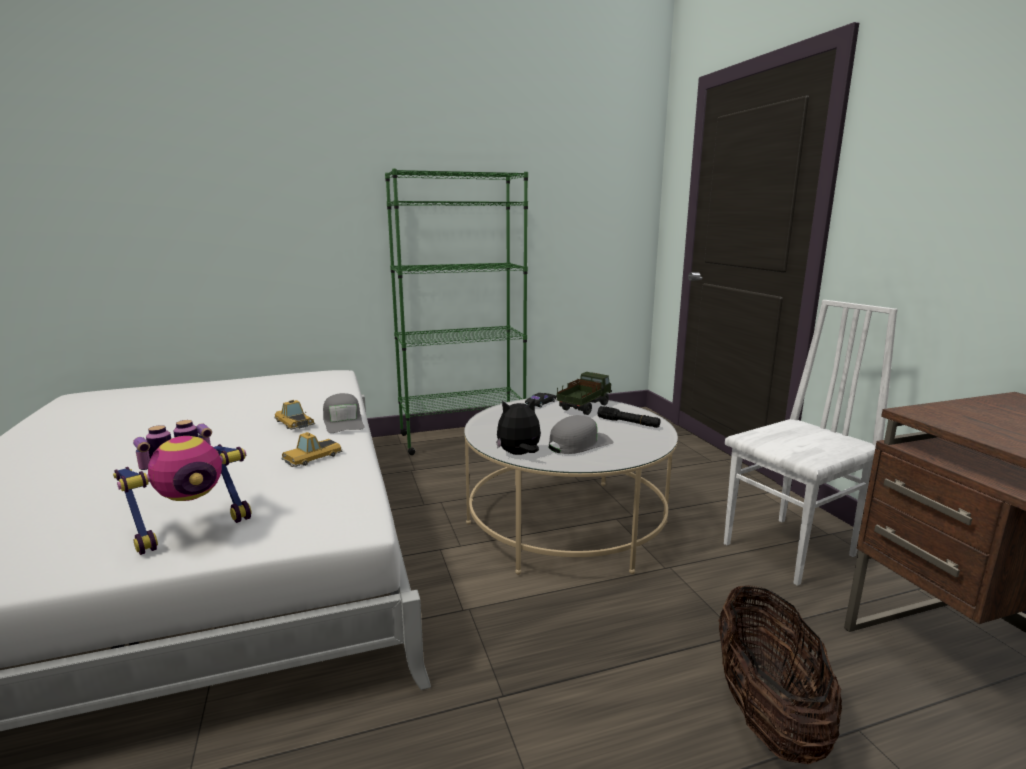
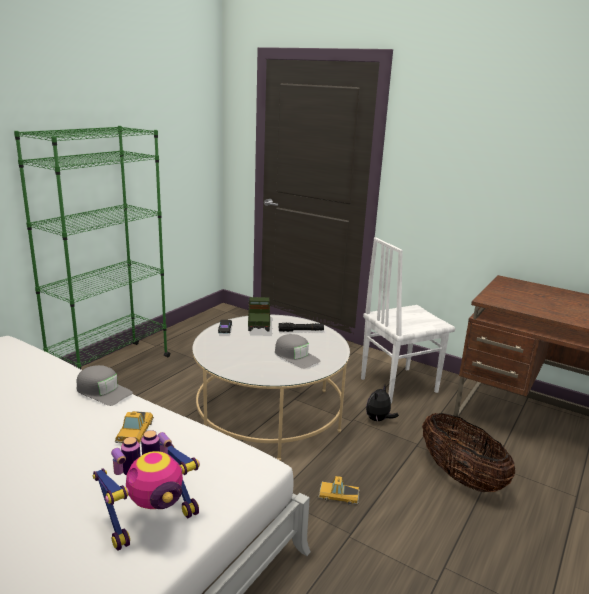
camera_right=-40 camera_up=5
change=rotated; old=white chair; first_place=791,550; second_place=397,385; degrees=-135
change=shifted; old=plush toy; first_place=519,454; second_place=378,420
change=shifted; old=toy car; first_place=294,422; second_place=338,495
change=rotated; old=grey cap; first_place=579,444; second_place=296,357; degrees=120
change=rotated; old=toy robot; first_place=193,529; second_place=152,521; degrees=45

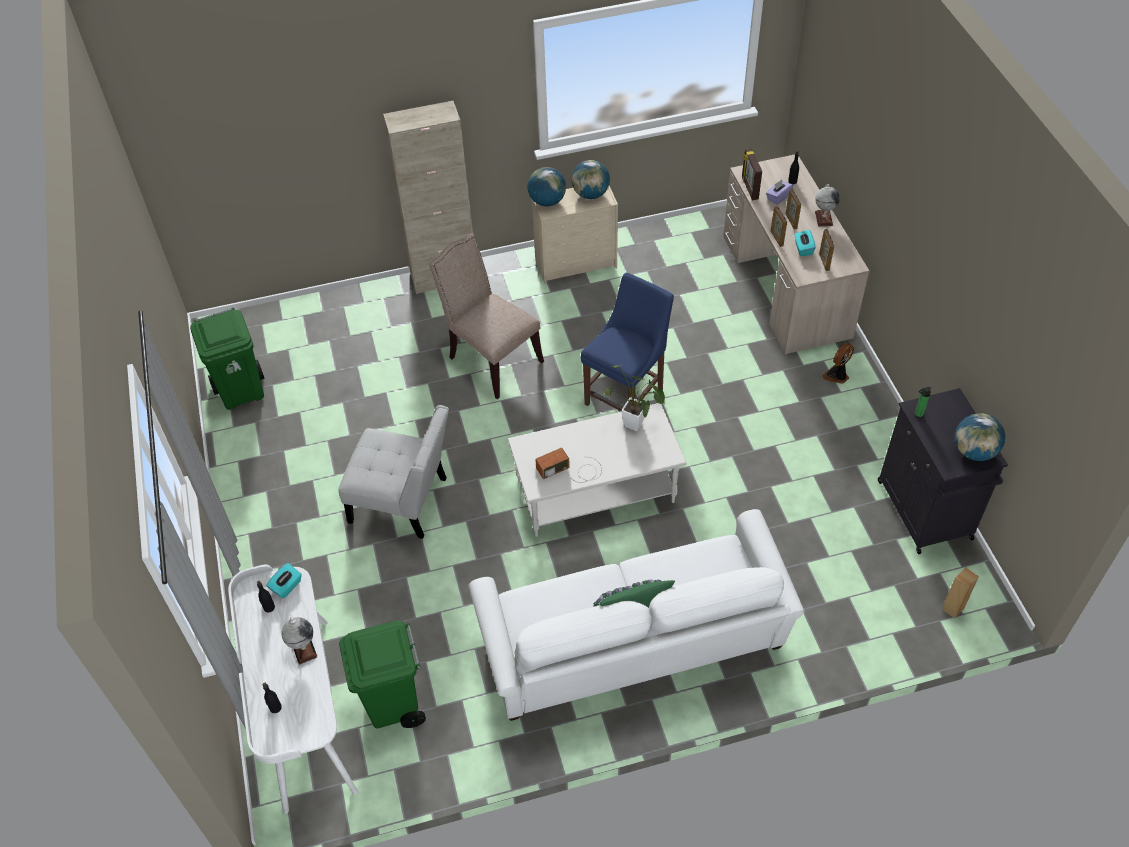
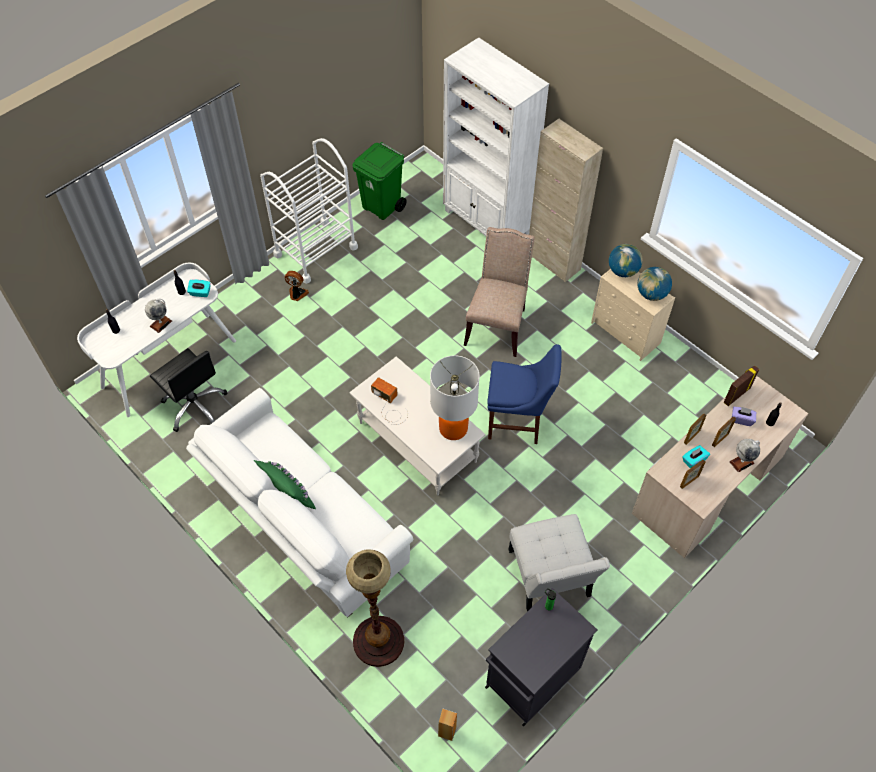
camera_right=60 camera_up=5
change=shifted; old=fan; first_place=837,376; second_place=297,294
change=swapped; old=potted plant; new=table lamp; first_place=637,426; second_place=453,428
change=shifted; old=white chair; first_place=404,502; second_place=550,578
change=gone; old=globe; first_place=974,451
change=swapped; old=green trash can; new=black office chair; first_place=394,704; second_place=195,405
change=new; new=white bookcase; second_place=487,223
change=new; new=white cart; second_place=315,251
change=new; new=floor lamp; second_place=378,641

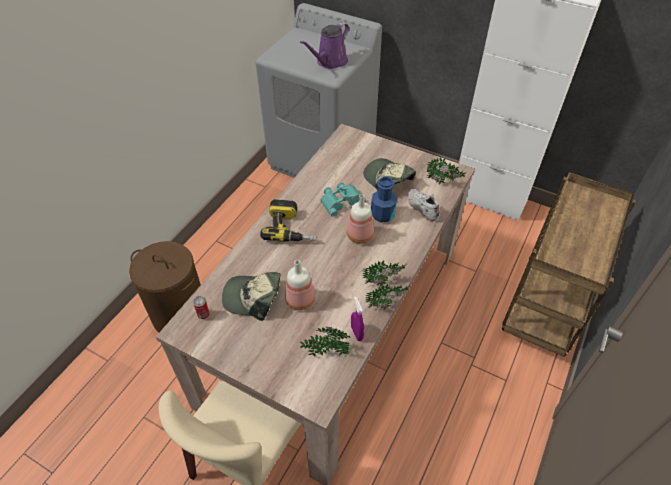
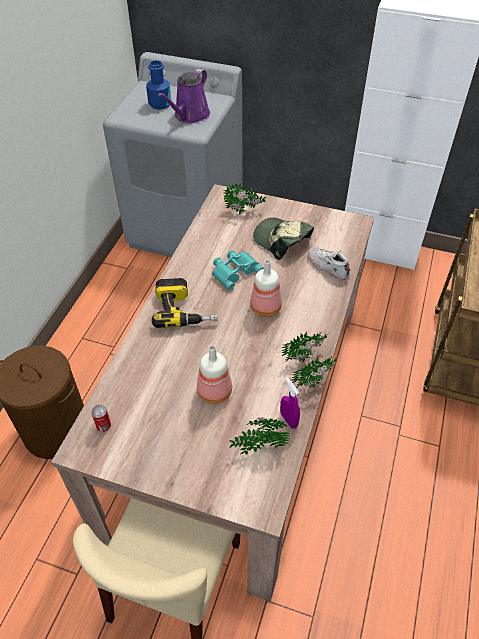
camera_right=-10 camera_up=0
change=shifted; old=potted plant; first_place=443,183; second_place=244,212
change=shifted; old=blue bottle; first_place=382,214; second_place=160,104
change=gone; old=cap; first_place=253,297

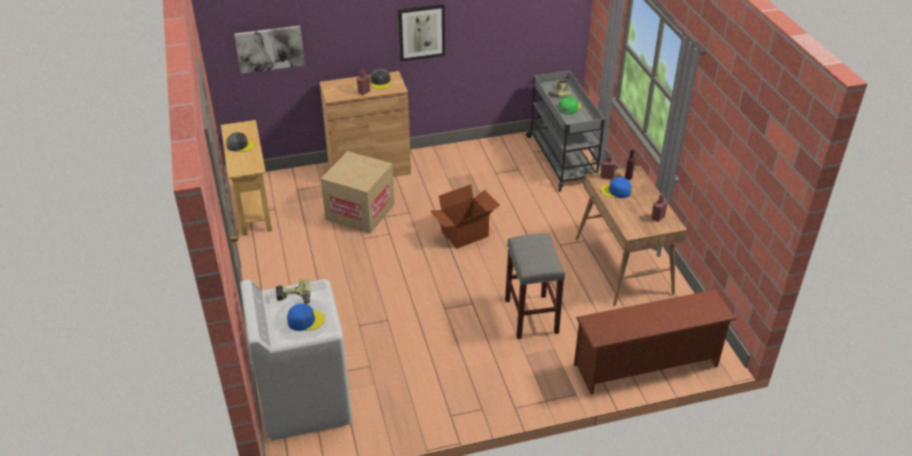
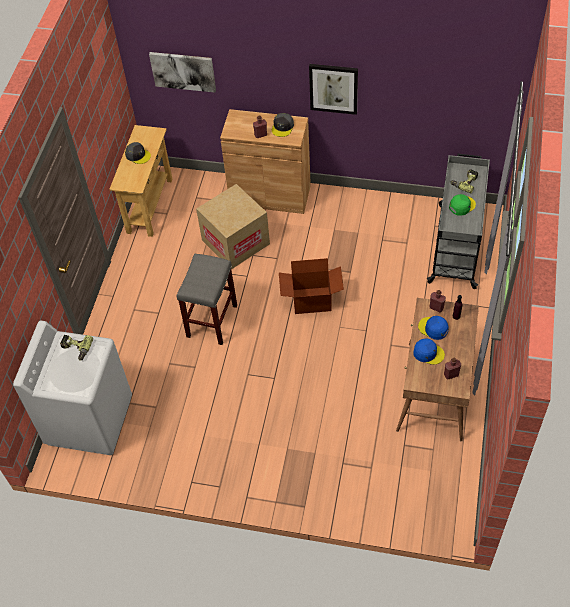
camera_right=30 camera_up=15
change=shifted; old=grey stool; first_place=530,316; second_place=212,320
change=gone; old=brown shoe rack; first_place=646,366
change=shifted; old=blue cap; first_place=305,320; second_place=428,353

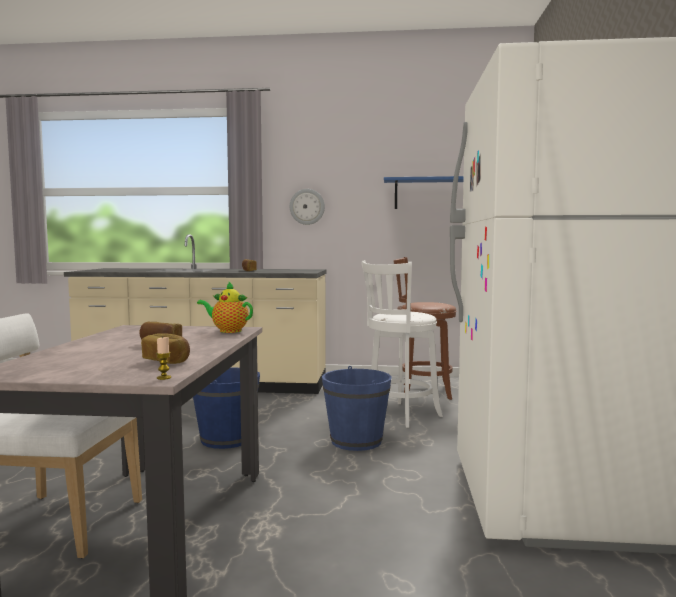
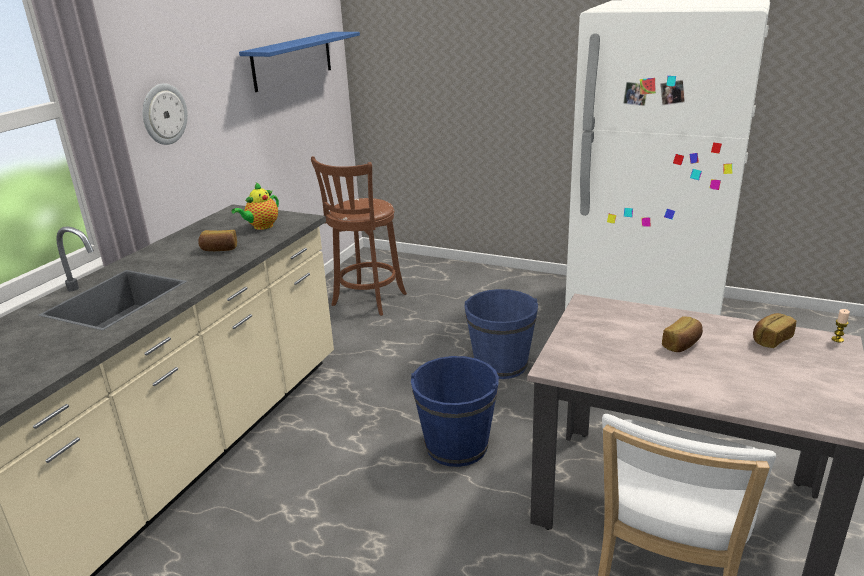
camera_right=-70 camera_up=20
change=gone; old=white stool; first_place=400,415
change=shifted; old=teapot; first_place=228,331; second_place=261,227

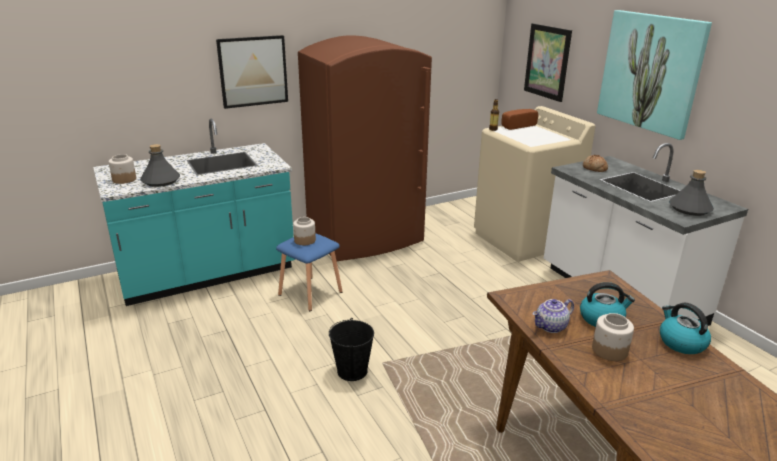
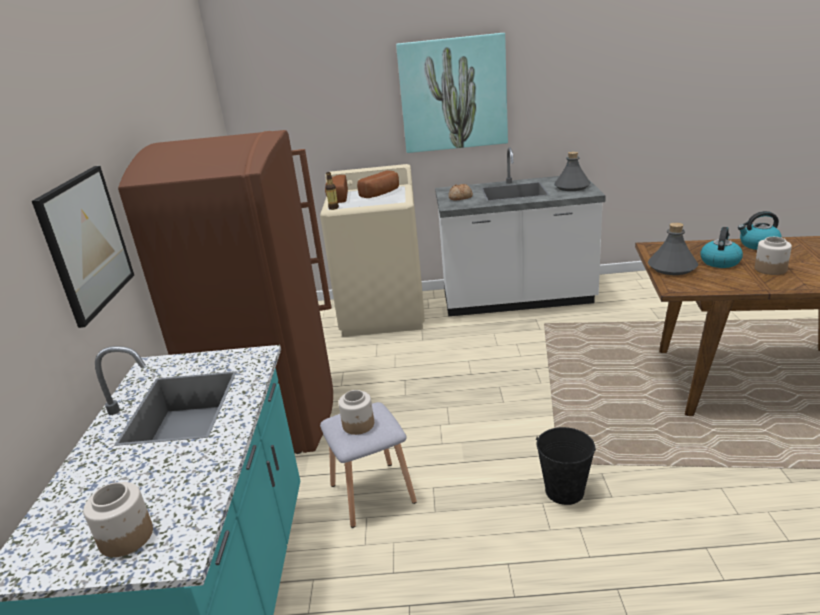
camera_right=-60 camera_up=0
change=gone; old=picture; first_place=547,62
change=shifted; old=grey bottle; first_place=160,181; second_place=671,267
change=repainted; old=blue stool; new=grey stool; first_place=309,293; second_place=371,494
change=gone; old=teapot; first_place=551,327
change=new; new=bread; second_place=382,193

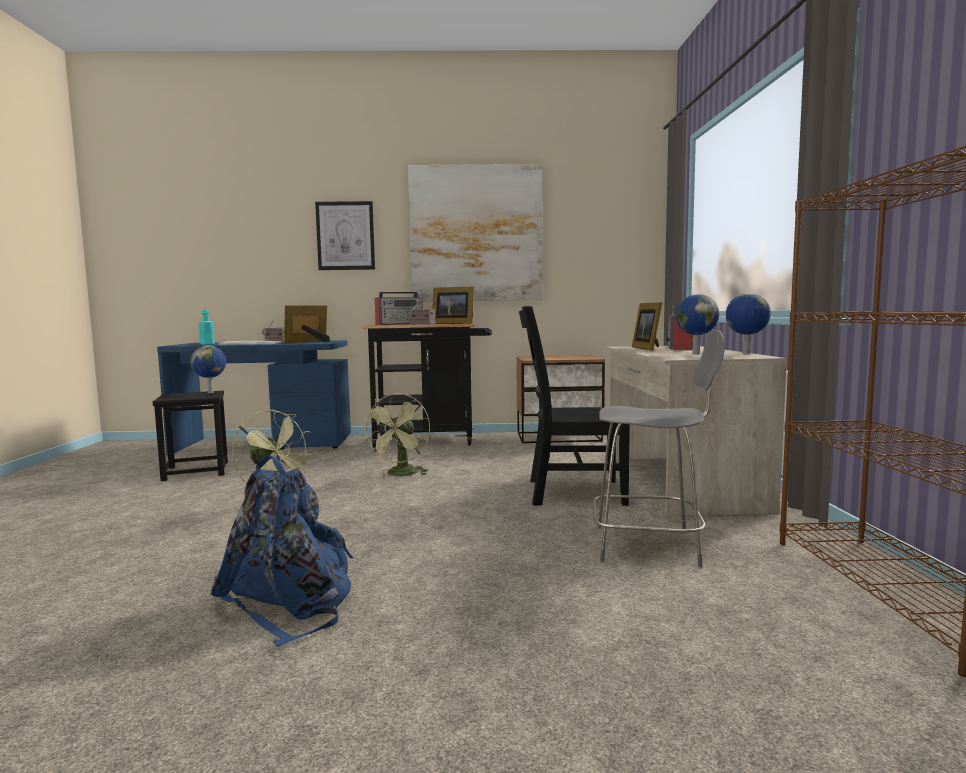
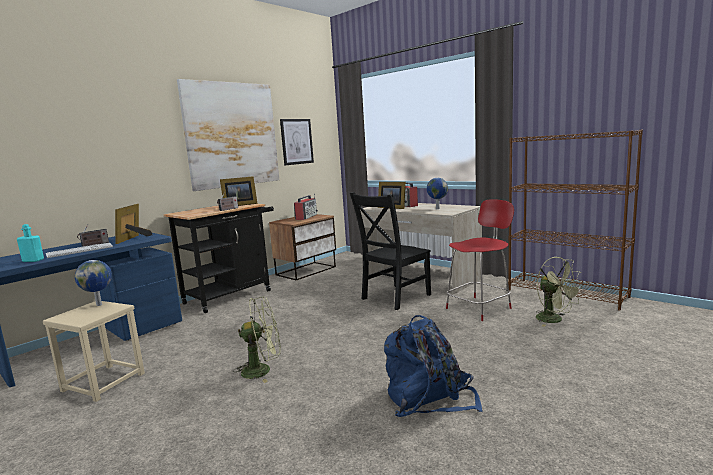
camera_right=-45 camera_up=5
change=shifted; old=picture; first_place=345,236; second_place=296,141
change=shifted; old=radio; first_place=400,324; second_place=306,217
change=gone; old=globe; first_place=746,354
change=repainted; old=grey chair; new=red chair; first_place=650,546; second_place=480,308
change=repainted; old=black stool; new=beige stool; first_place=195,471; second_place=104,382
change=shifted; old=green fan; first_place=401,474; second_place=554,320

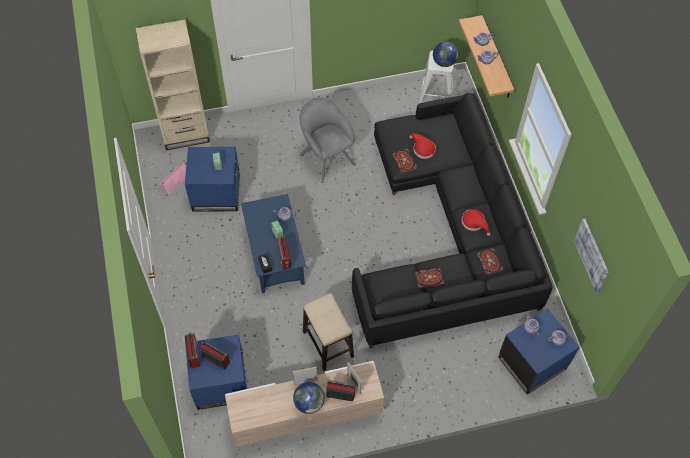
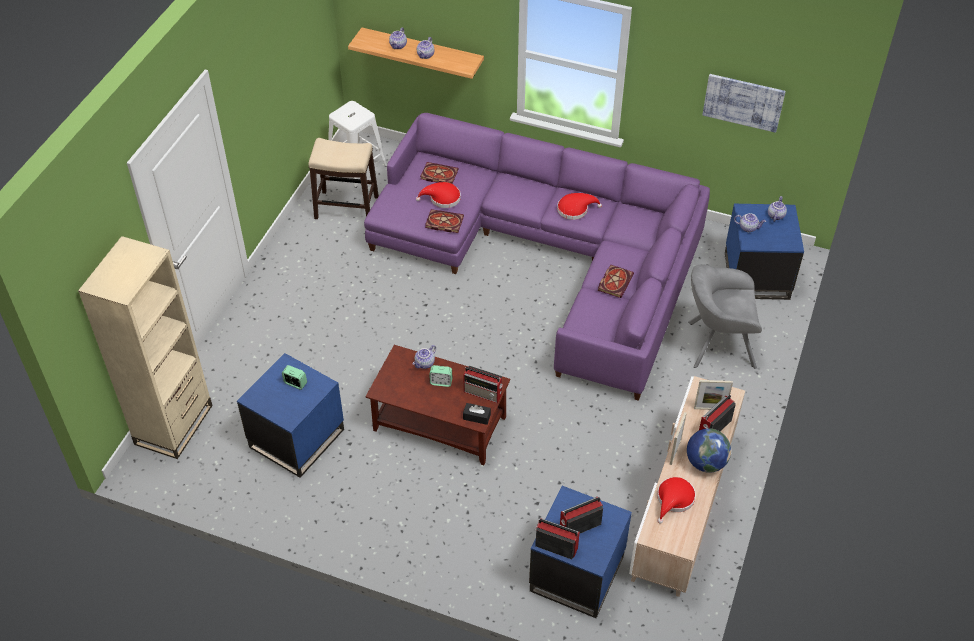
camera_right=-55 camera_up=-10
change=gone; old=globe; first_place=444,62
change=repainted; old=black sofa; new=purple sofa; first_place=448,233; second_place=547,255
change=shifted; old=grey armchair; first_place=326,157; second_place=717,344
change=gone; old=pink speaker; first_place=175,179
change=repainted; old=blue coffee table; new=brown coffee table; first_place=275,255; second_place=441,424
change=shifted; old=book; first_place=489,261; second_place=438,175
change=shifted; old=stool; first_place=328,344; second_place=347,207
change=new; new=red hat; second_place=674,500

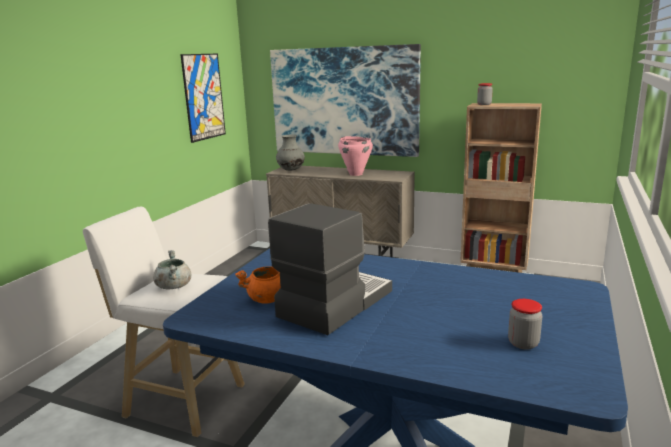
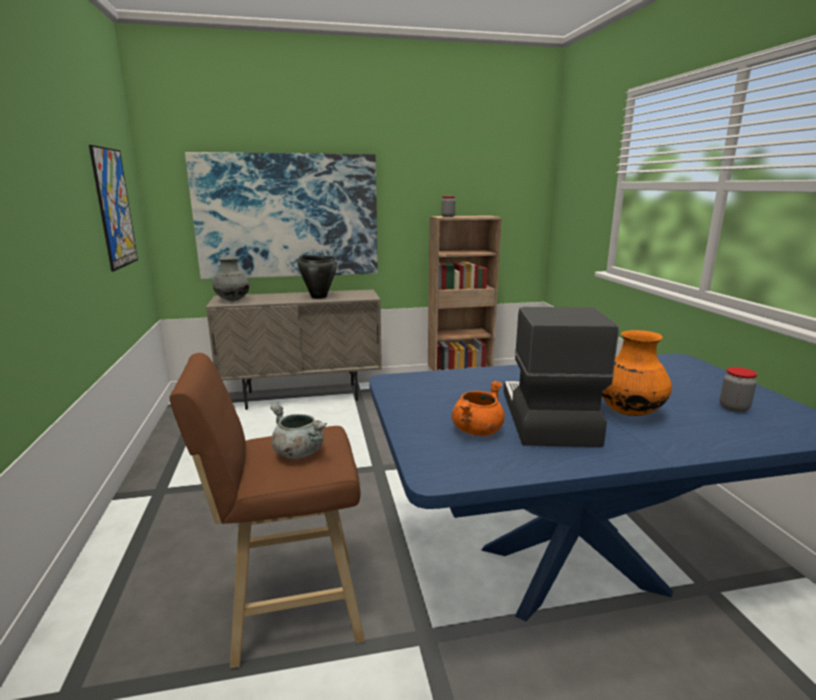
camera_right=-35 camera_up=0
change=repainted; old=pink cooking pot; new=black cooking pot; first_place=356,174; second_place=318,297
change=repainted; old=white stool; new=brown stool; first_place=181,399; second_place=288,608
change=new; new=orange vase; second_place=629,412

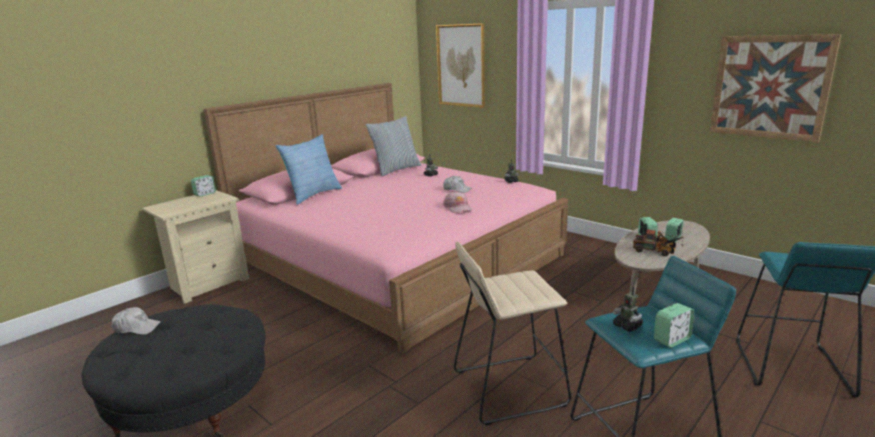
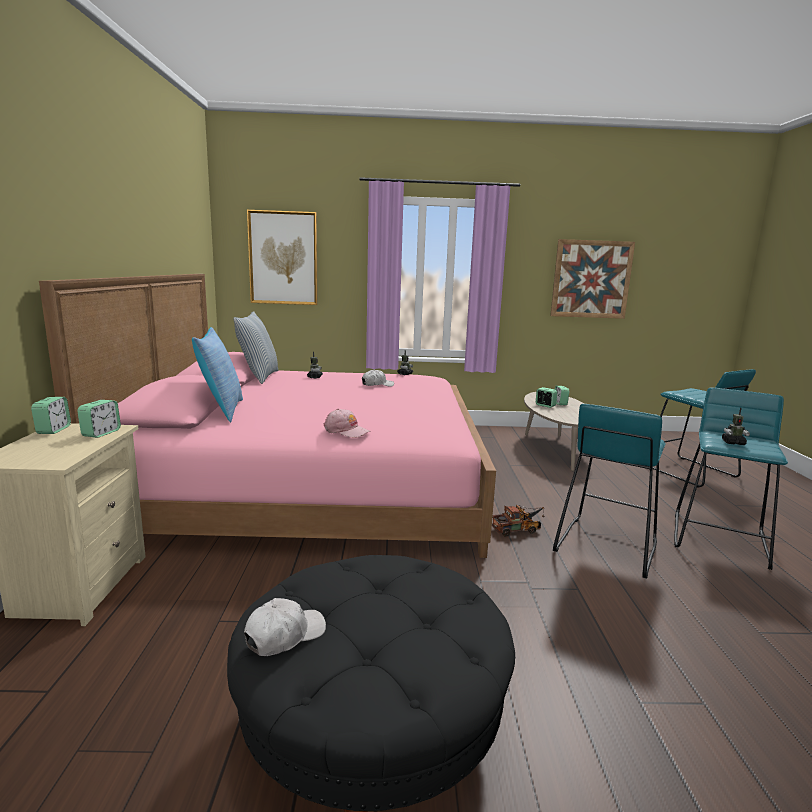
camera_right=-45 camera_up=-5
change=shifted; old=pink cap; first_place=458,207; second_place=346,431
change=shifted; old=toy truck; first_place=656,251; second_place=518,530
change=repainted; old=beige stool; new=turquoise stool; first_place=508,387; second_place=605,546
change=shifted; old=alarm clock; first_place=672,339; second_place=101,433

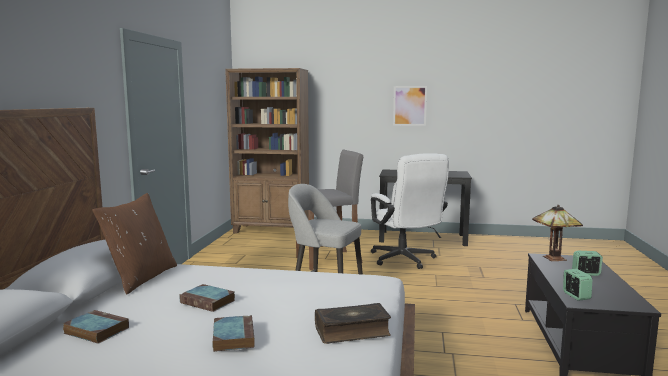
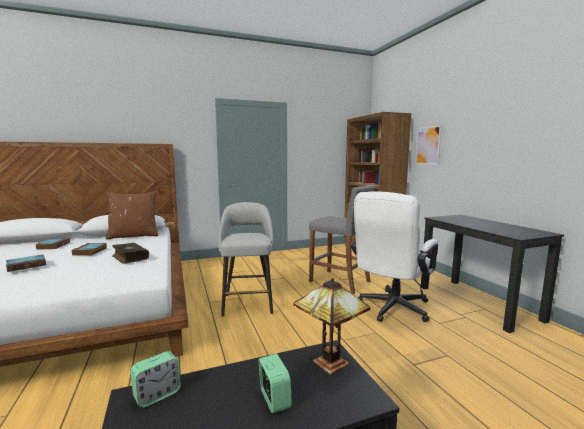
camera_right=60 camera_up=0
change=shifted; old=picture; first_place=409,106; second_place=428,145
change=shifted; old=book; first_place=352,331; second_place=129,258

